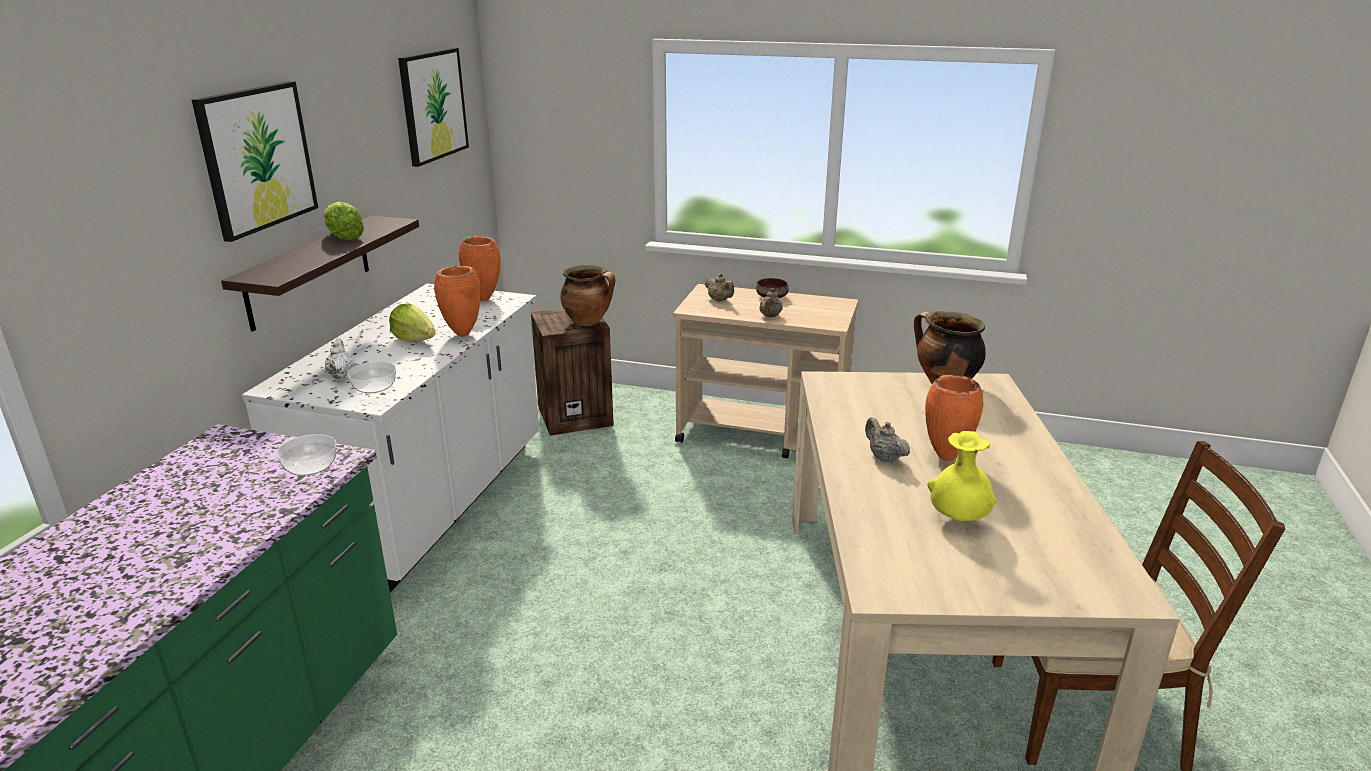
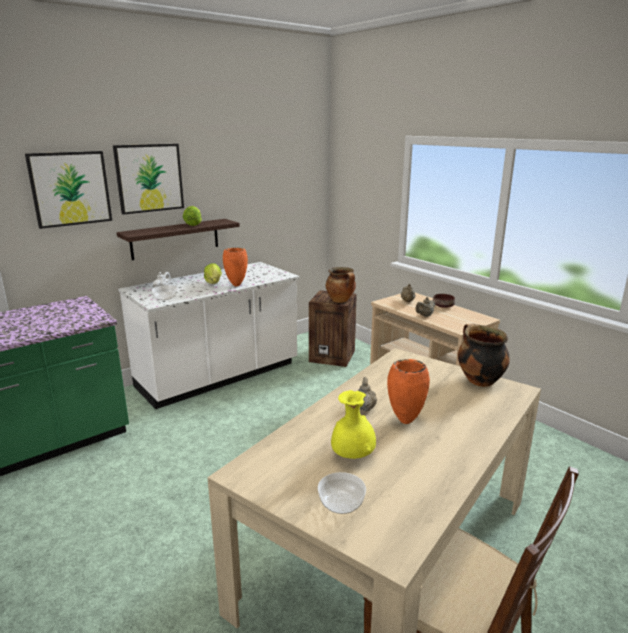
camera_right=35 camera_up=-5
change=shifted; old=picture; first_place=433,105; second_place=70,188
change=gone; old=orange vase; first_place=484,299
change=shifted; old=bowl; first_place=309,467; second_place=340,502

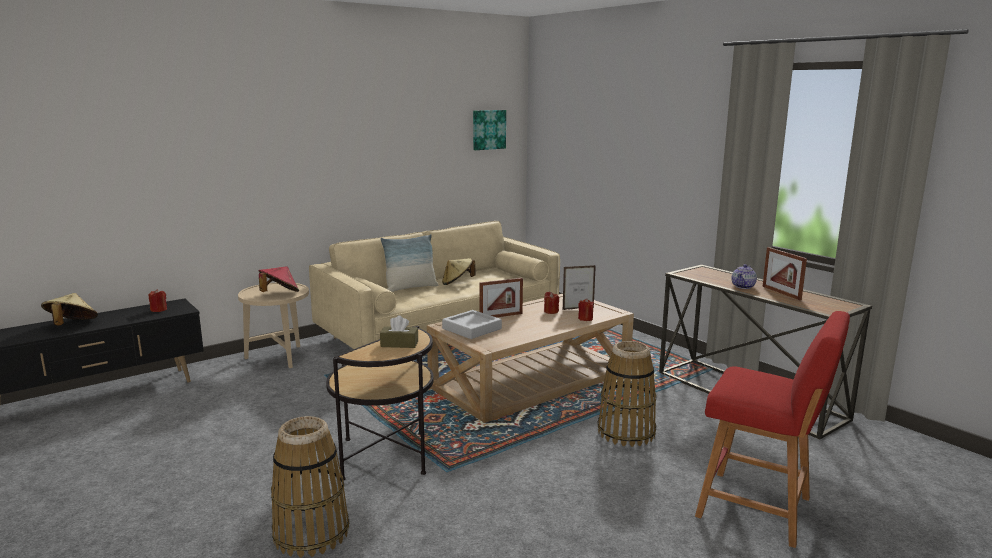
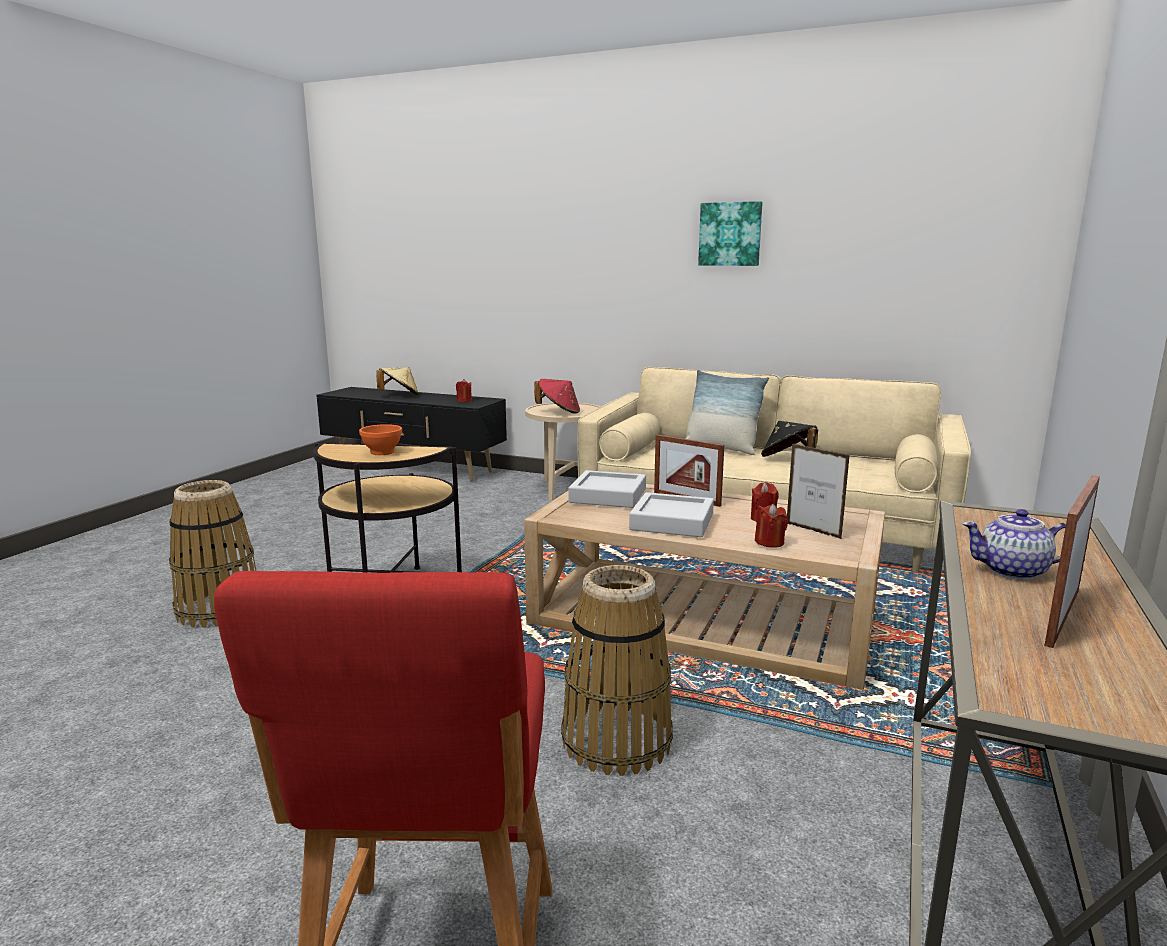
camera_right=60 camera_up=0
change=shifted; old=picture; first_place=488,129; second_place=730,234
change=repainted; old=beige hat; new=black hat; first_place=457,282; second_place=788,459
change=swapped; old=brown tissue box; new=orange bowl; first_place=399,344; second_place=381,452
change=new; new=grey tray; second_place=672,522

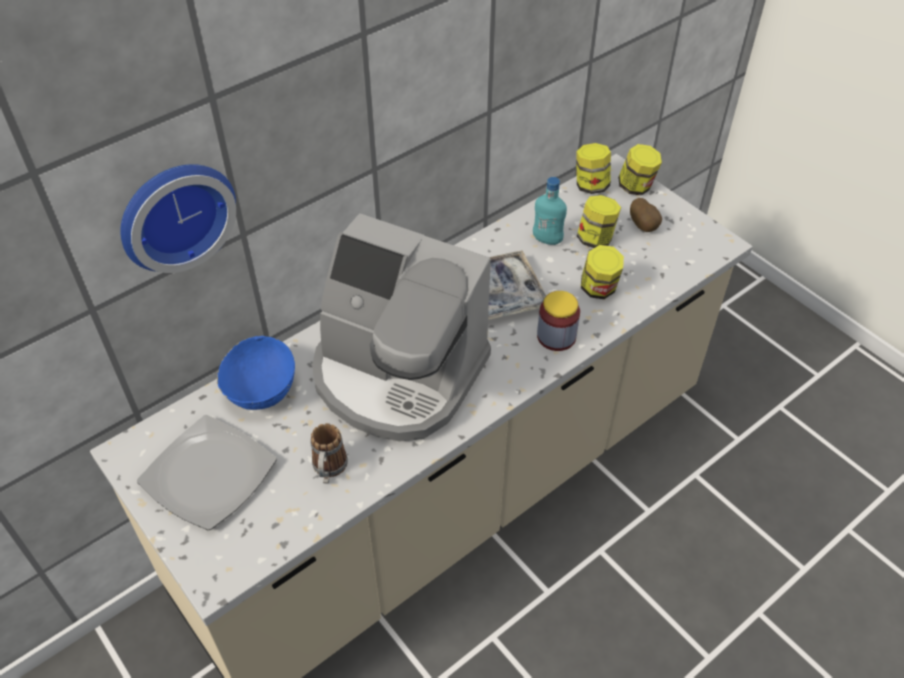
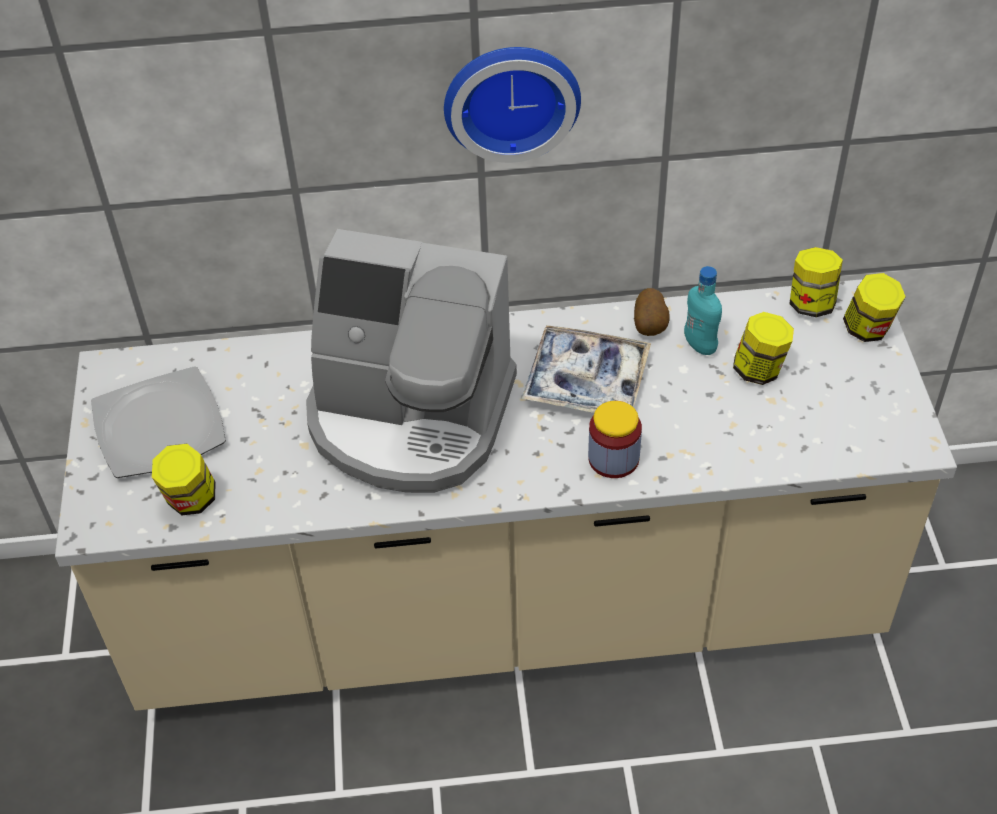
camera_right=35 camera_up=0
change=shifted; old=wall clock; first_place=174,213; second_place=511,97
change=shifted; old=potato; first_place=644,226; second_place=650,327
change=rotated; old=coffee machine; first_place=397,374; second_place=410,417; degrees=-45
change=shifted; old=jar; first_place=598,289; second_place=190,500
change=gone; old=blue bowl; first_place=260,389
change=gone; old=mug; first_place=329,470

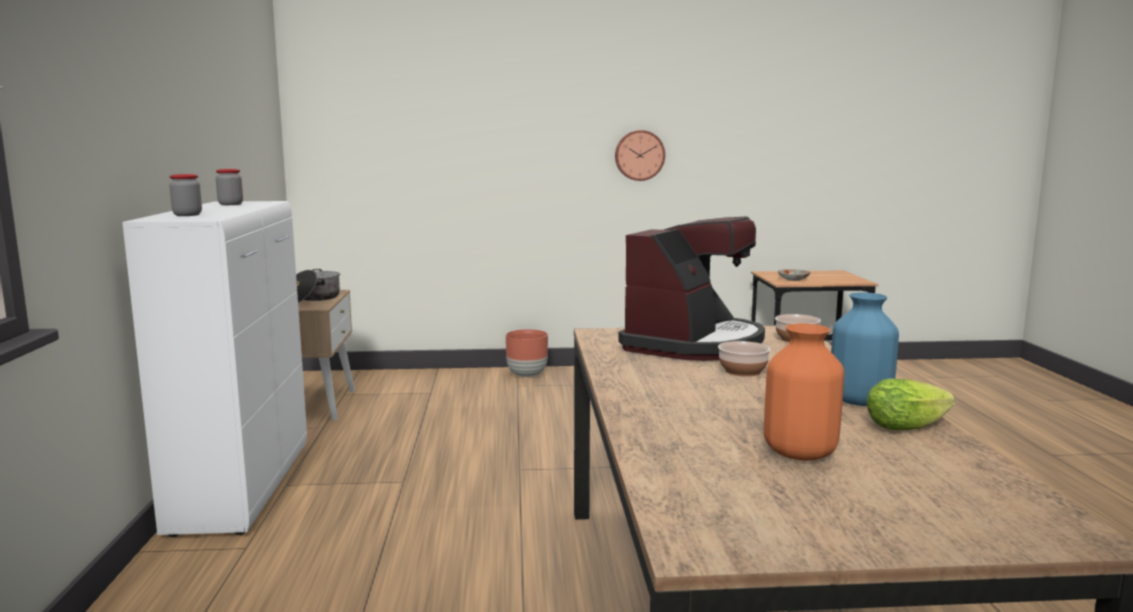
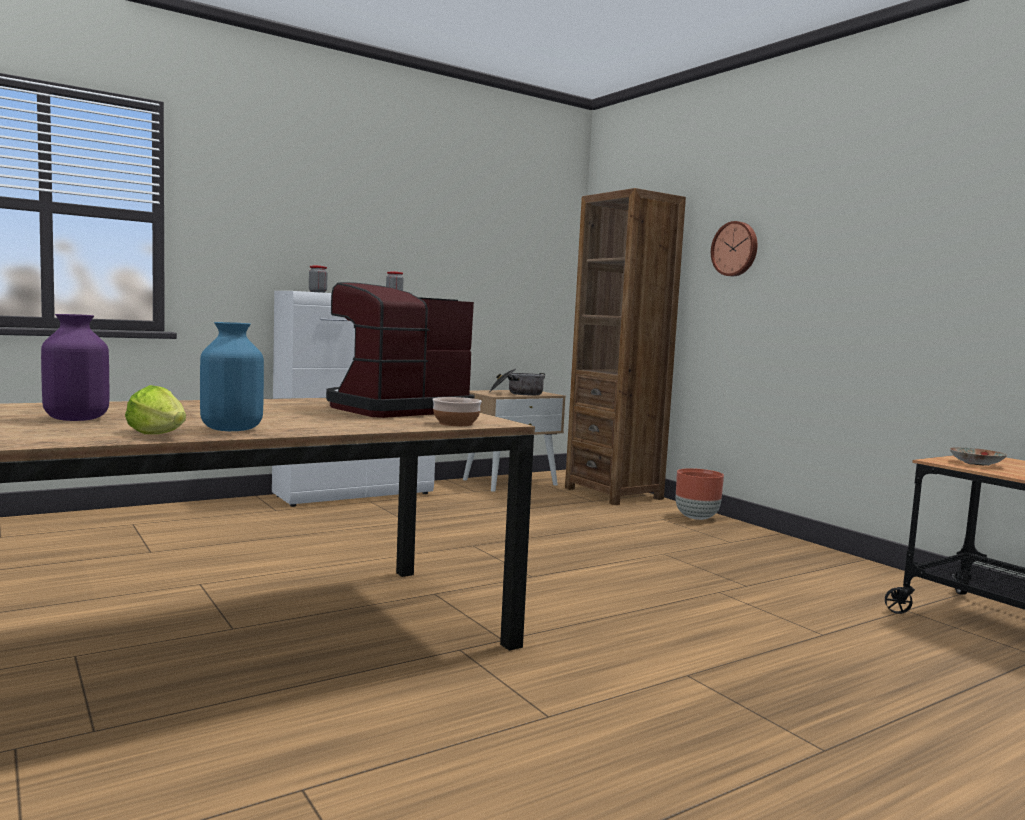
camera_right=60 camera_up=-5
change=shifted; old=wall clock; first_place=639,155; second_place=735,249
change=rotated; old=coffee machine; first_place=694,344; second_place=395,409; degrees=135
change=repainted; old=orange vase; new=purple vase; first_place=800,454; second_place=75,419
change=gone; old=bowl; first_place=742,371
change=new; new=brown bookcase; second_place=613,493

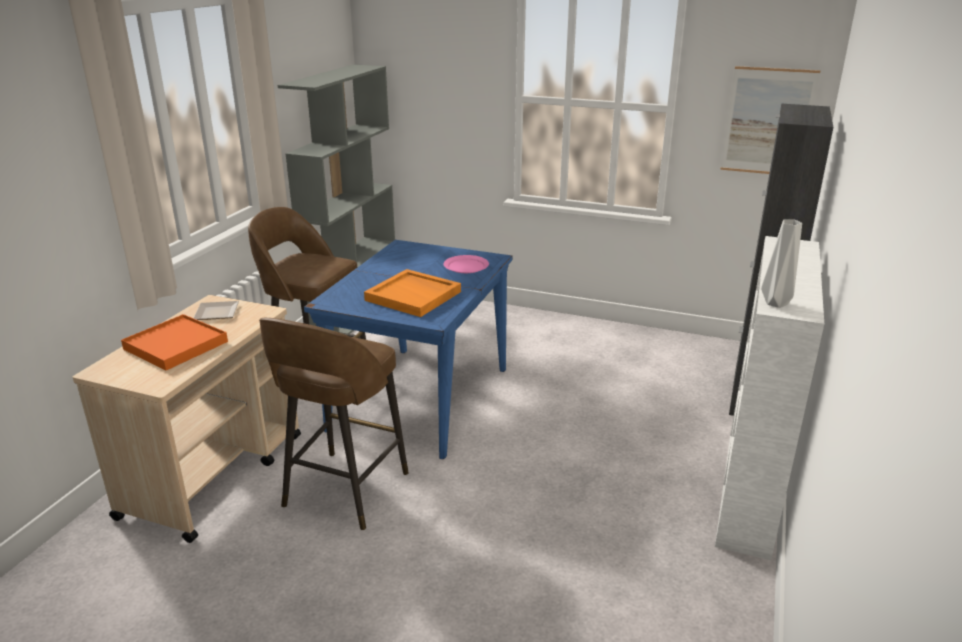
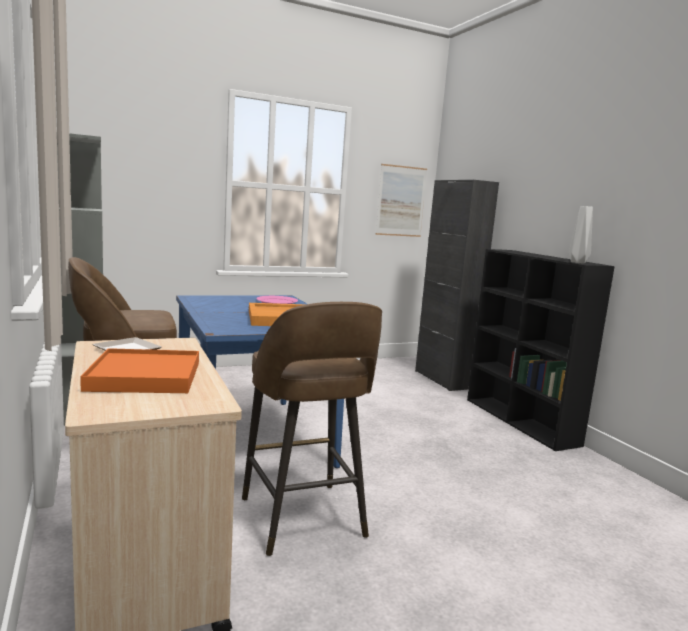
camera_right=-45 camera_up=-15
change=repainted; old=white bookcase; new=black bookcase; first_place=748,492; second_place=521,421

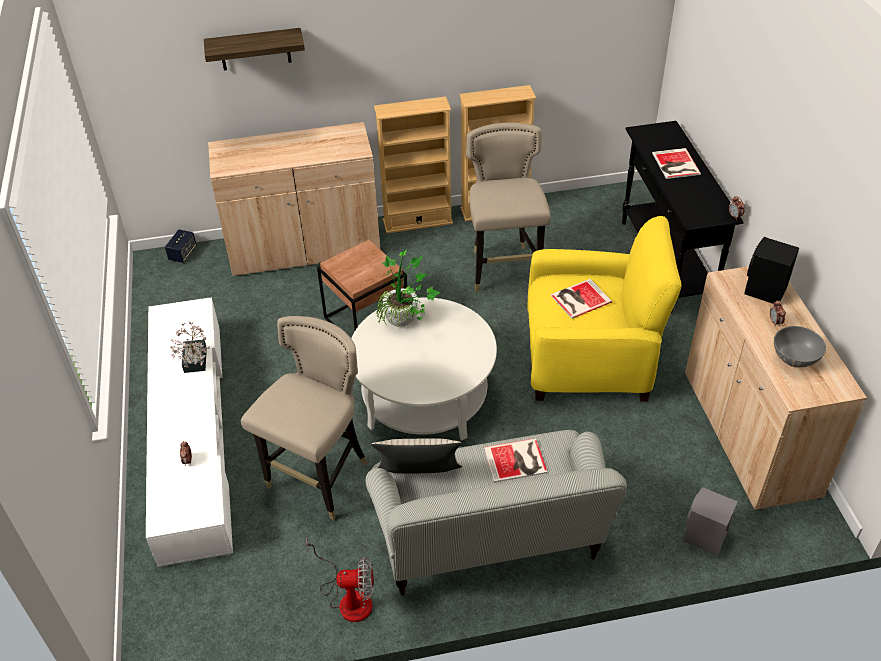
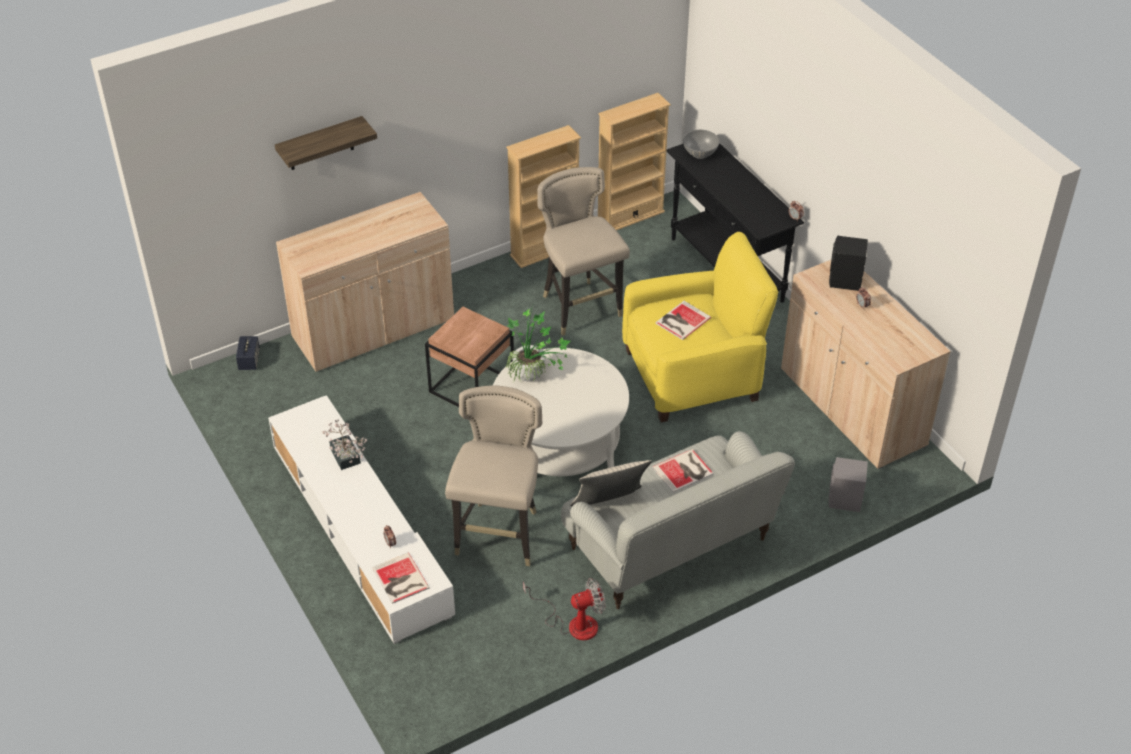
camera_right=-20 camera_up=0
change=shifted; old=beige bookcase; first_place=417,221; second_place=630,216
change=shifted; old=book; first_place=675,164; second_place=400,580
change=shifted; old=grey bowl; first_place=794,358; second_place=700,153

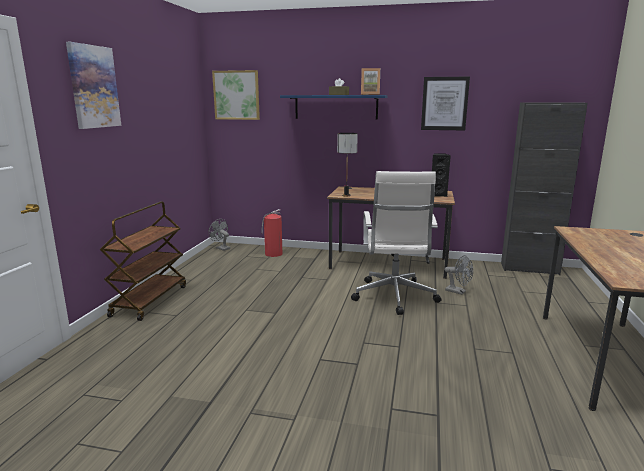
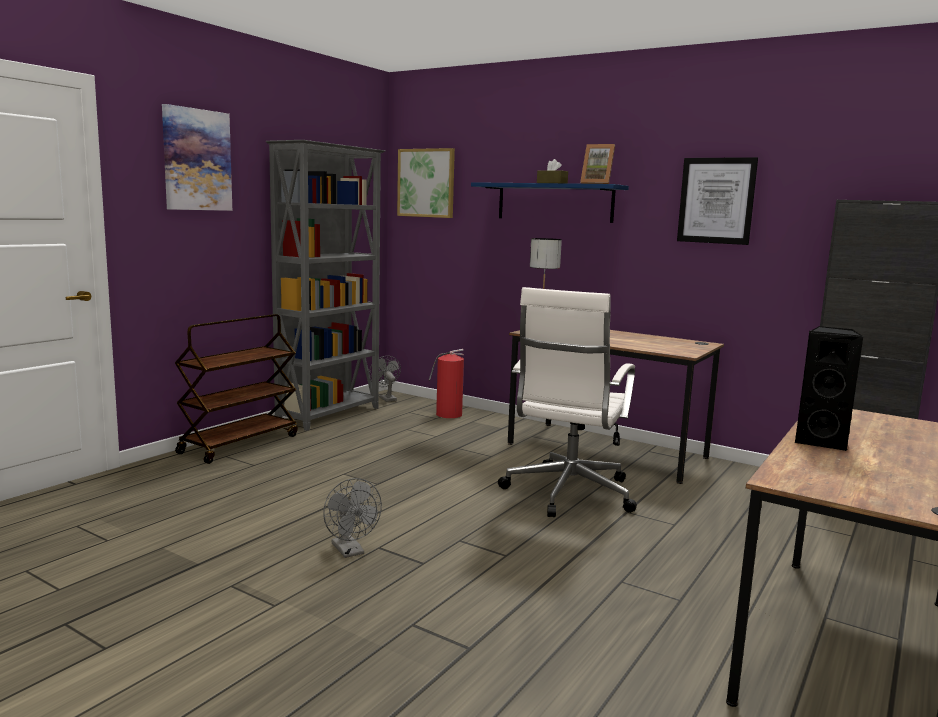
camera_right=20 camera_up=-5
change=shifted; old=black speaker; first_place=437,195; second_place=821,441
change=shifted; old=grey fan; first_place=458,292; second_place=350,551
change=new; new=grey bookcase; second_place=330,415

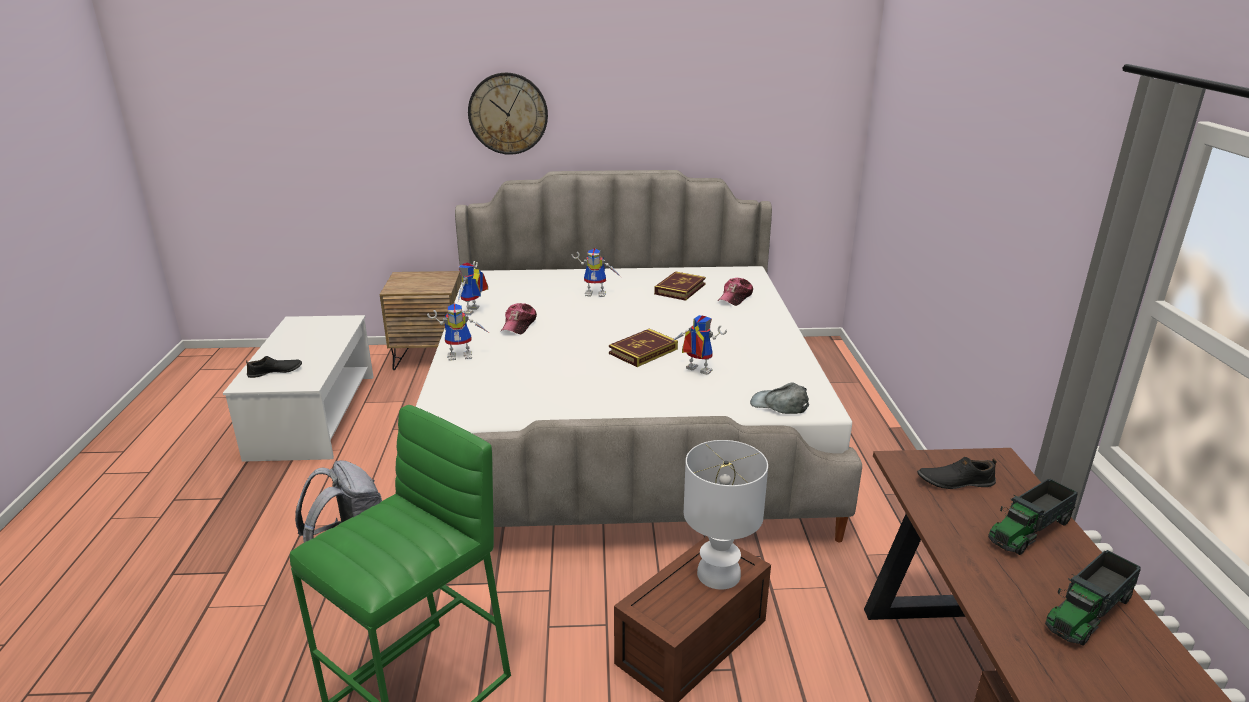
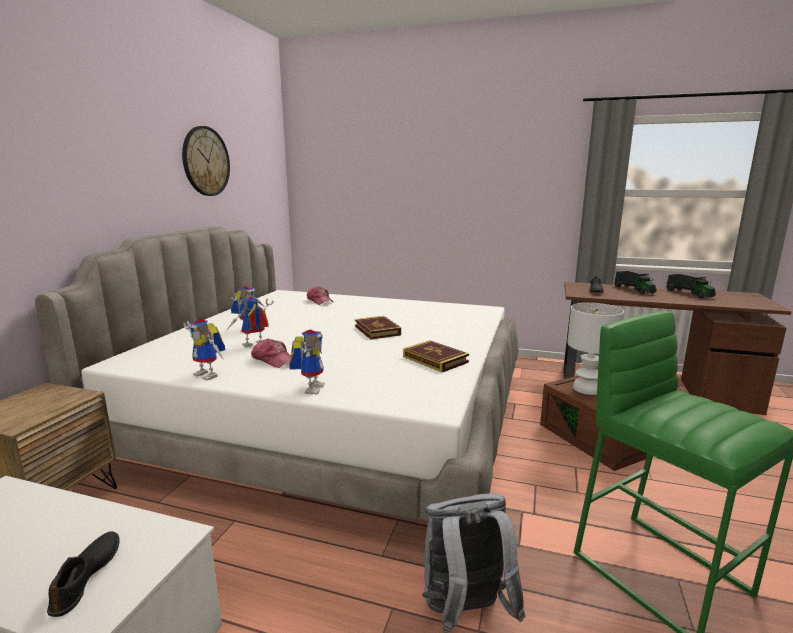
camera_right=-70 camera_up=-10
change=shifted; old=wall clock; first_place=508,113; second_place=206,161
change=shifted; old=book; first_place=680,289; second_place=435,359
change=shifted; old=toy robot; first_place=695,371; second_place=253,345
change=gone; old=grey cap; first_place=779,405

